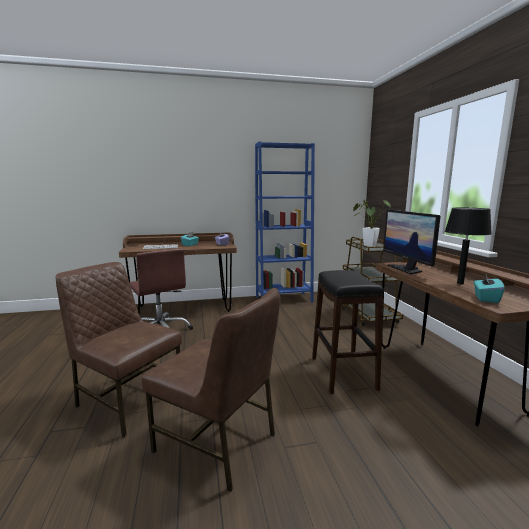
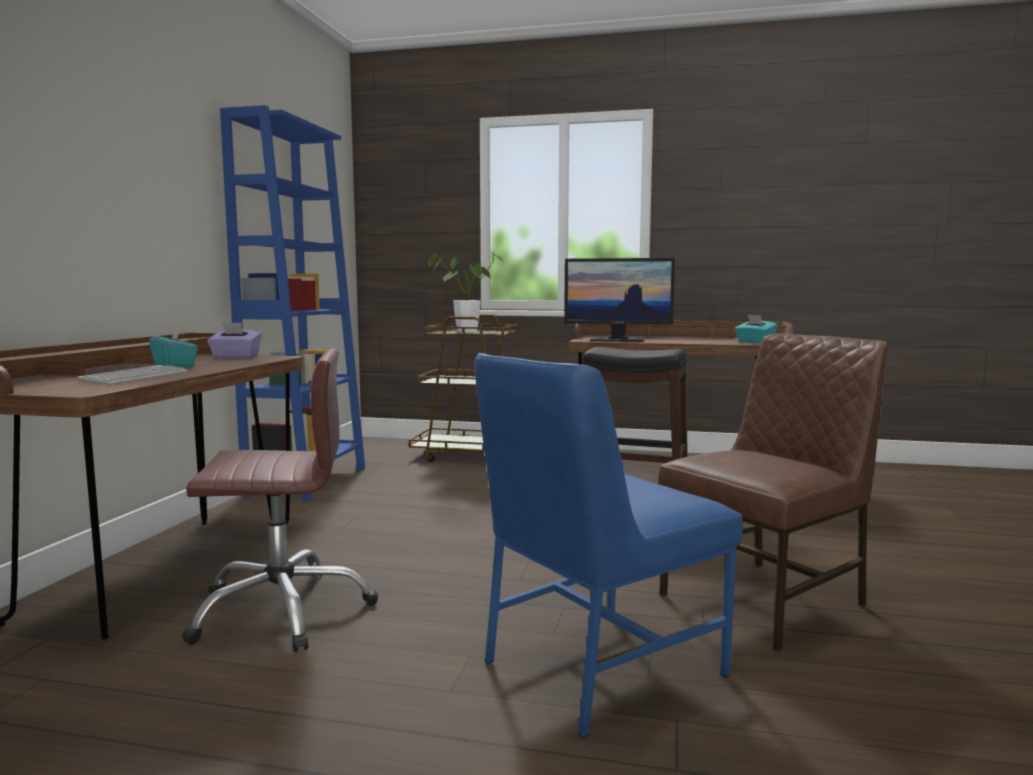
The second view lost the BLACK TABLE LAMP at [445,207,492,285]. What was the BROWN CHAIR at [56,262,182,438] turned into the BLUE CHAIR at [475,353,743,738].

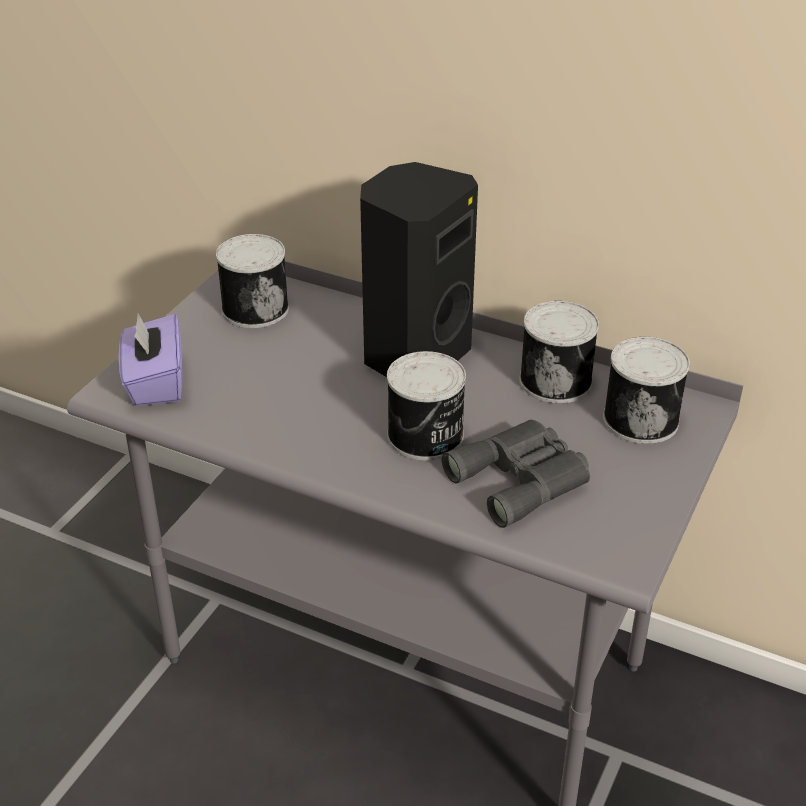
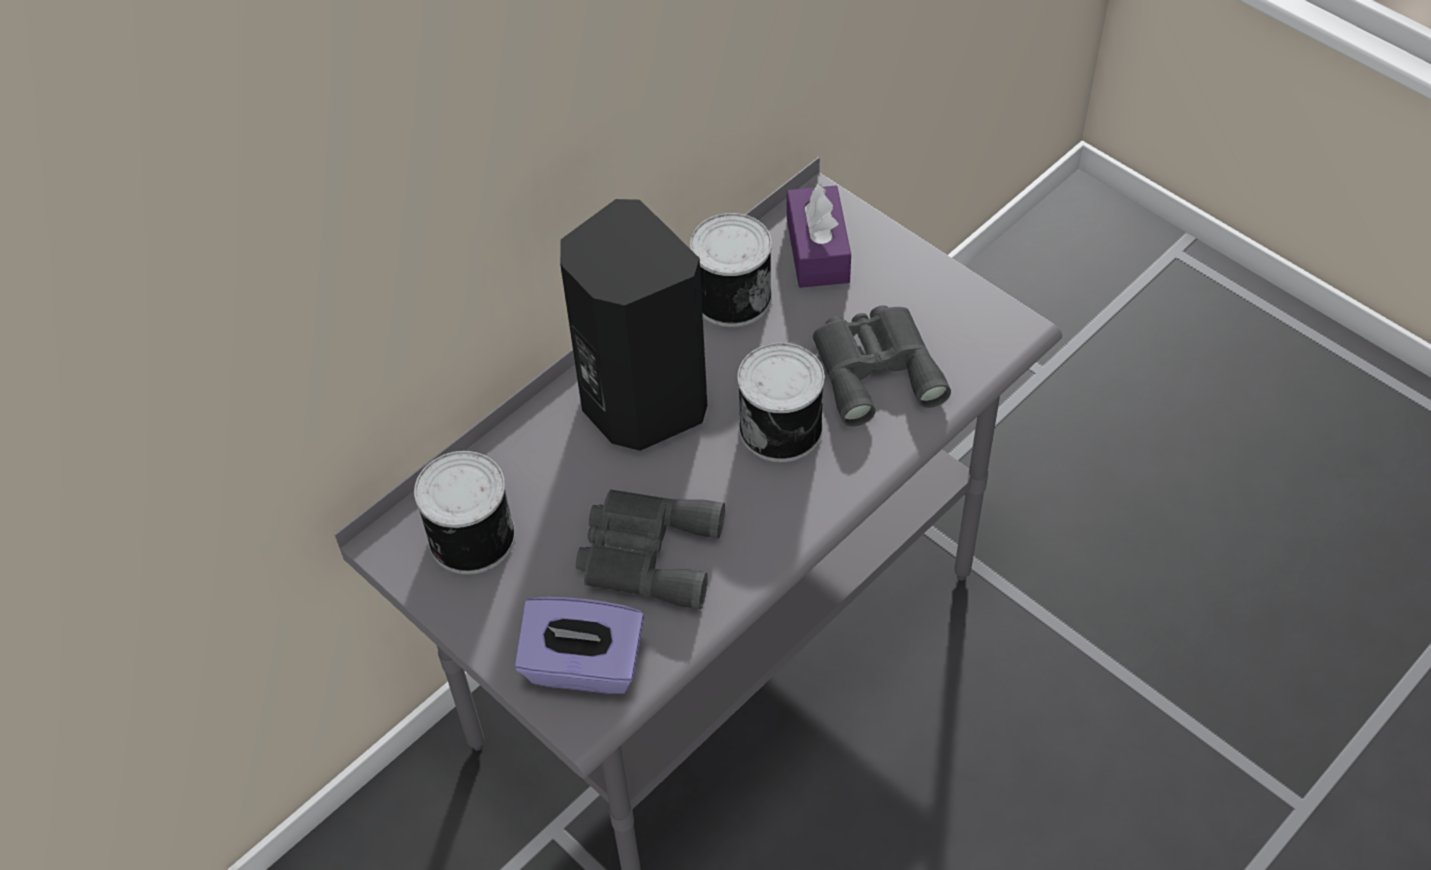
Where the CAN stood at [603,337,690,444], the PURPLE TISSUE BOX came to stand at [787,183,851,288]. The second view gained the GREY BINOCULARS at [576,489,725,609].

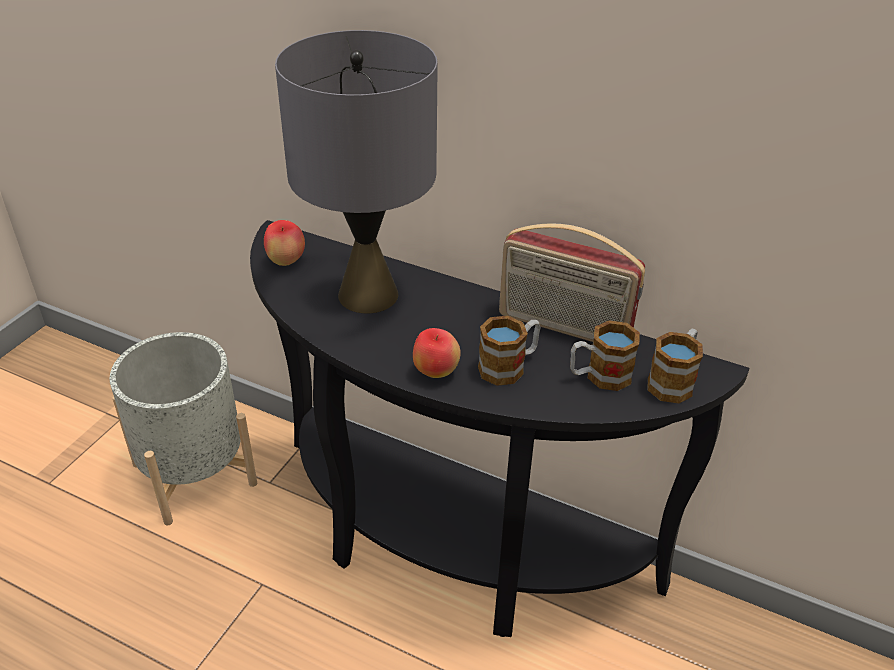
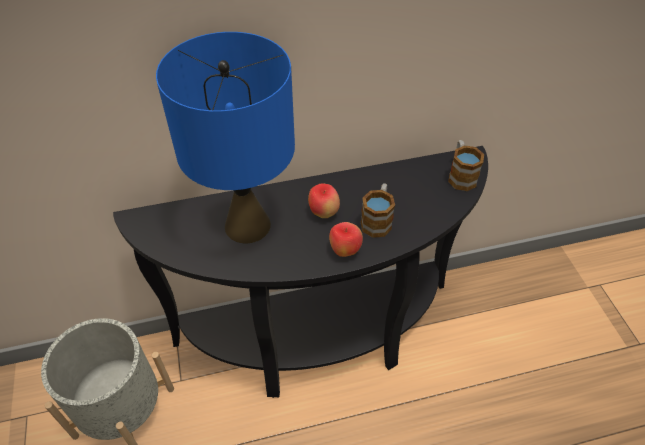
What was the GREY TABLE LAMP at [275,30,438,314] turned into the BLUE TABLE LAMP at [156,32,295,243]. The APPLE ended up elsewhere, having gone from [264,220,305,266] to [308,183,340,218]. The second view lost the RADIO at [499,223,645,342]. The second view lost the MUG at [570,320,640,391].

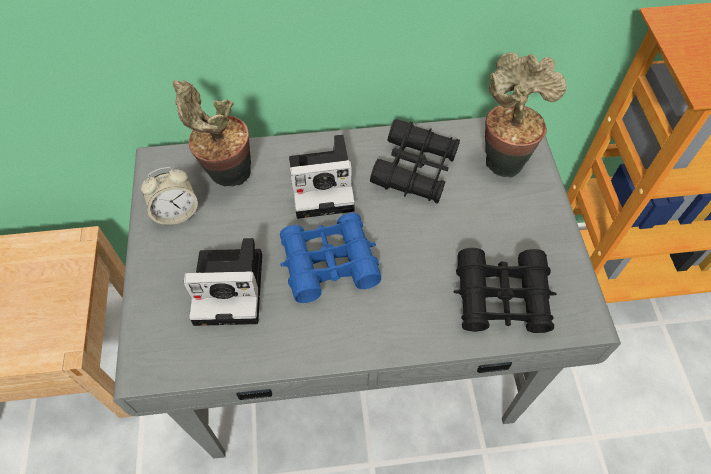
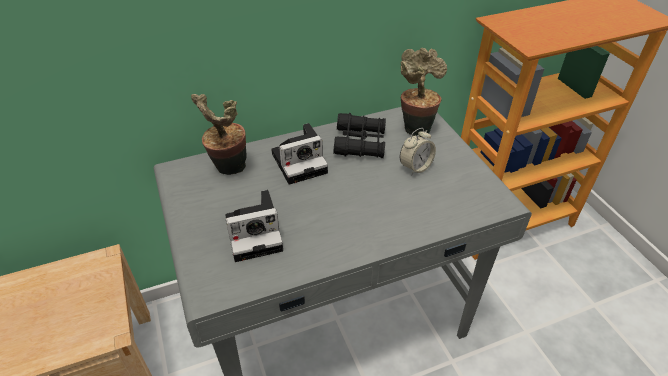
The ALARM CLOCK ended up elsewhere, having gone from [141,167,198,226] to [400,128,436,175]. The second view lost the BLUE BINOCULARS at [280,213,381,303]. The second view lost the BLACK BINOCULARS at [453,248,557,333].

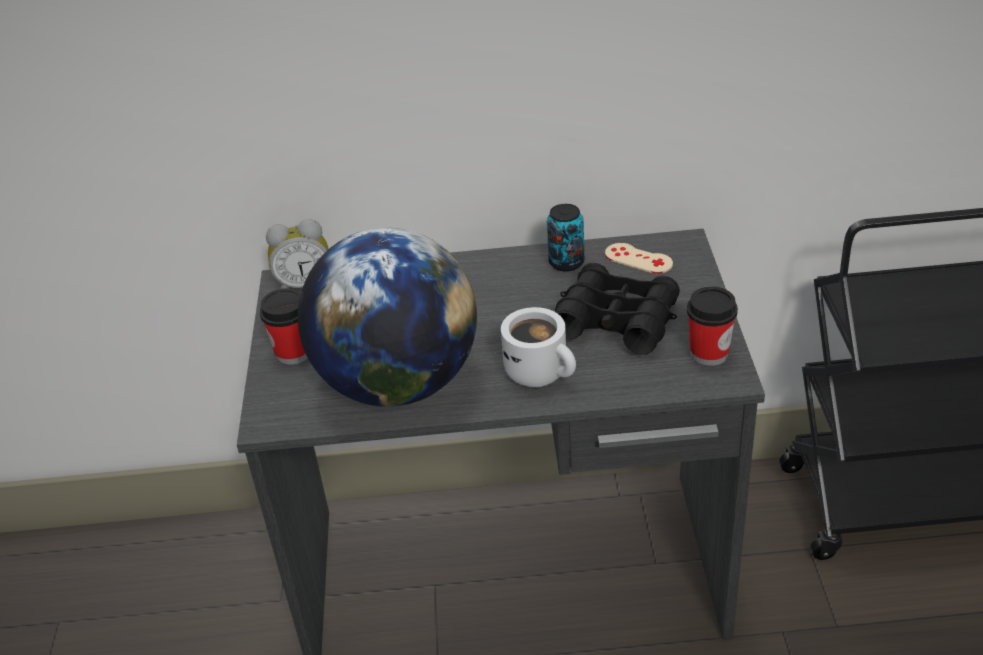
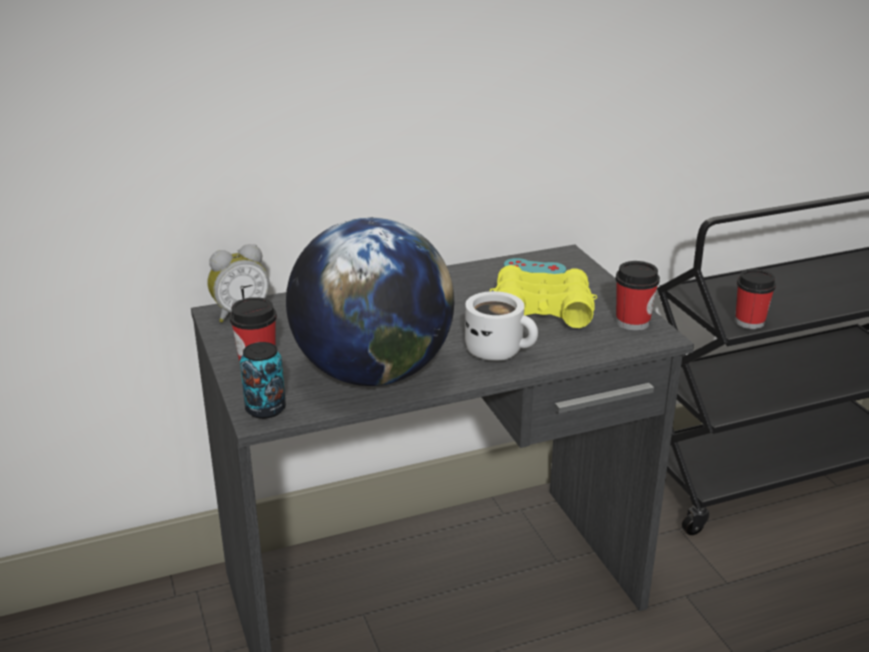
The CAN ended up elsewhere, having gone from [547,204,584,272] to [240,342,286,419]. What was the BEIGE GAME CONTROLLER at [605,243,673,274] turned into the TURQUOISE GAME CONTROLLER at [504,258,566,274]. What was the BLACK BINOCULARS at [555,263,680,355] turned into the YELLOW BINOCULARS at [490,265,597,328]. The second view gained the CUP at [735,269,776,329].

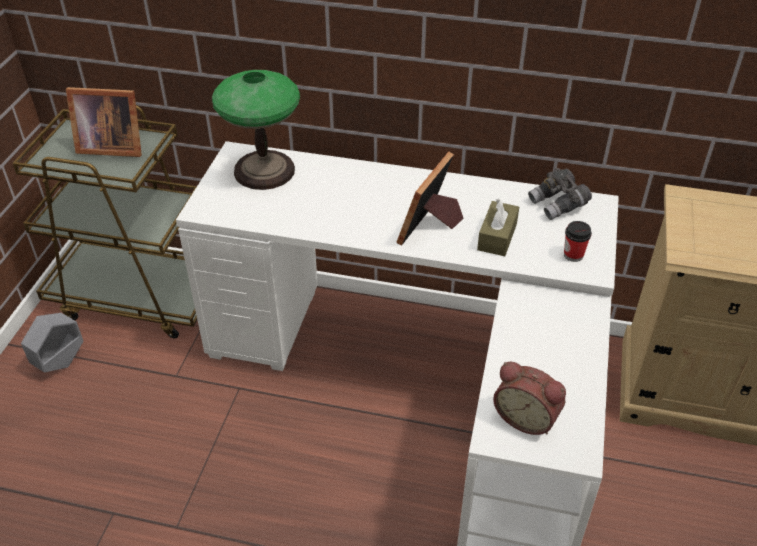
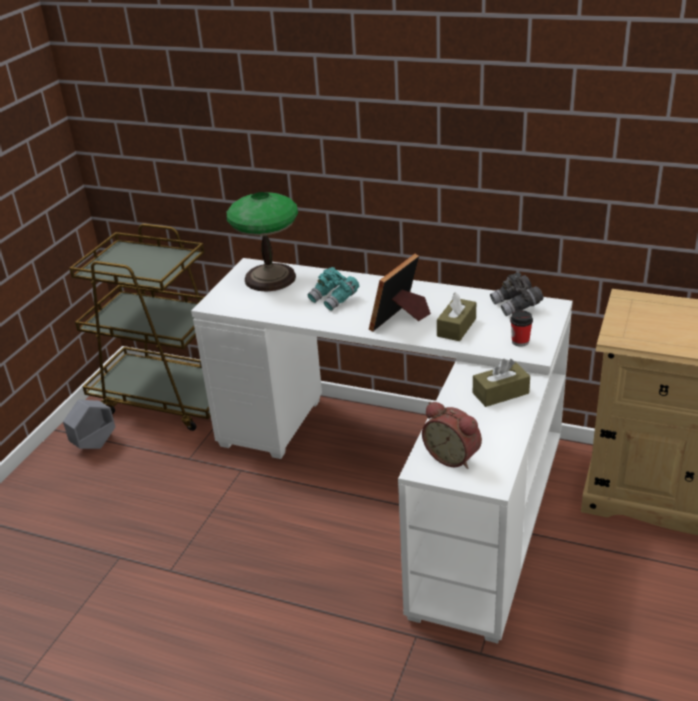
The second view lost the PICTURE FRAME at [66,87,142,157]. The second view gained the TURQUOISE BINOCULARS at [308,267,359,310]. The second view gained the BROWN TISSUE BOX at [473,359,530,407].

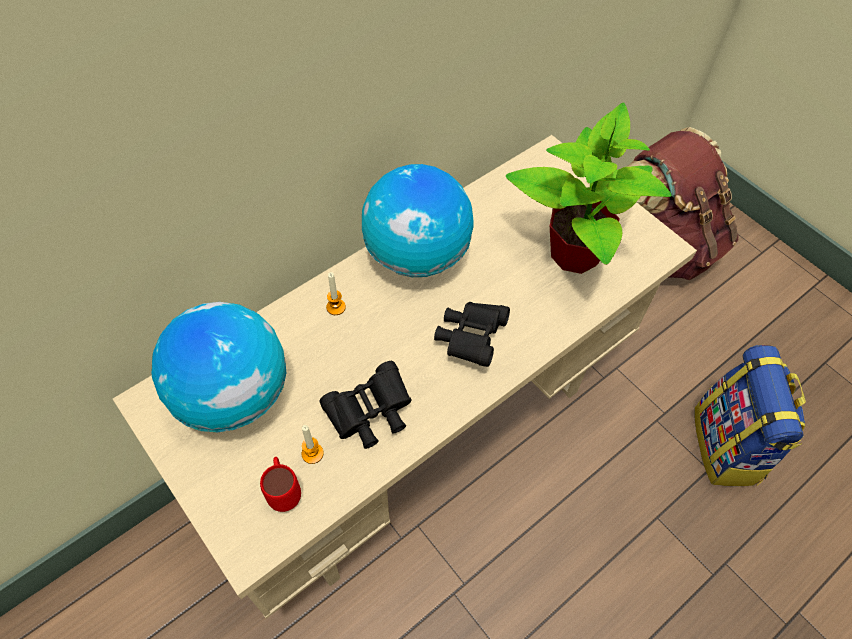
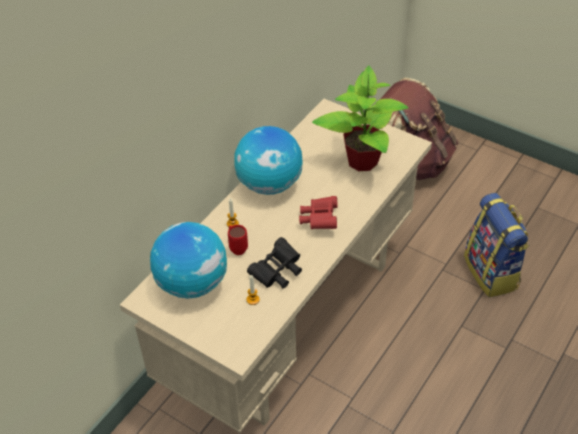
What was the BLACK BINOCULARS at [434,302,510,367] turned into the RED BINOCULARS at [299,196,338,229]. The RED MUG ended up elsewhere, having gone from [260,457,301,512] to [228,225,248,255].

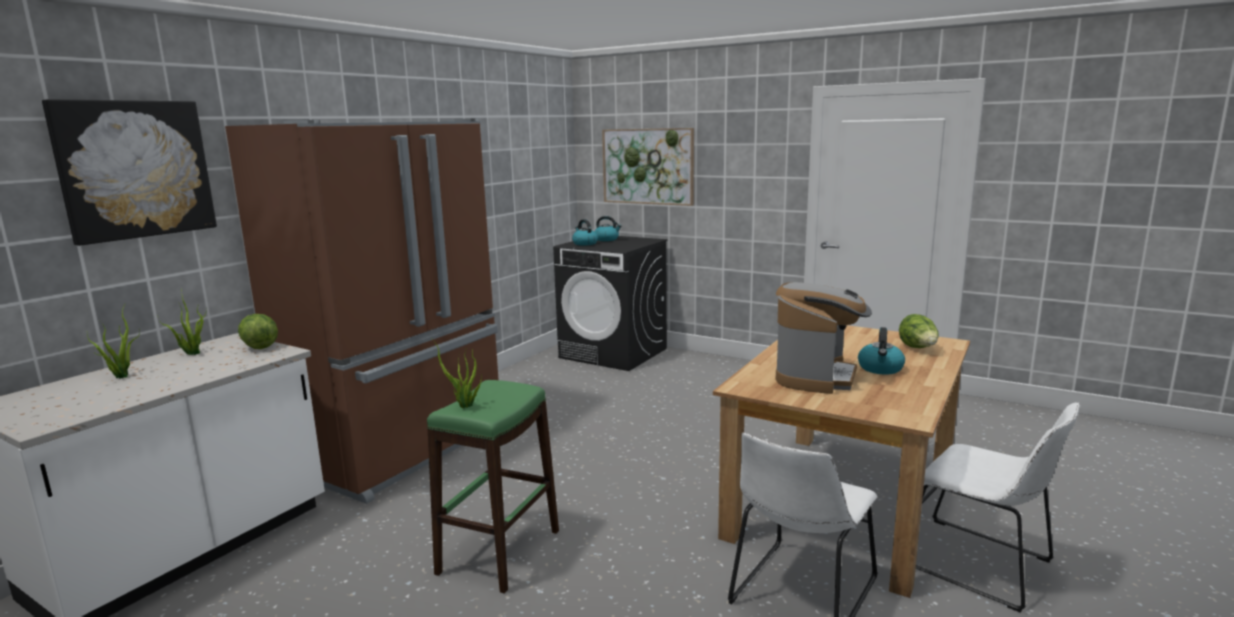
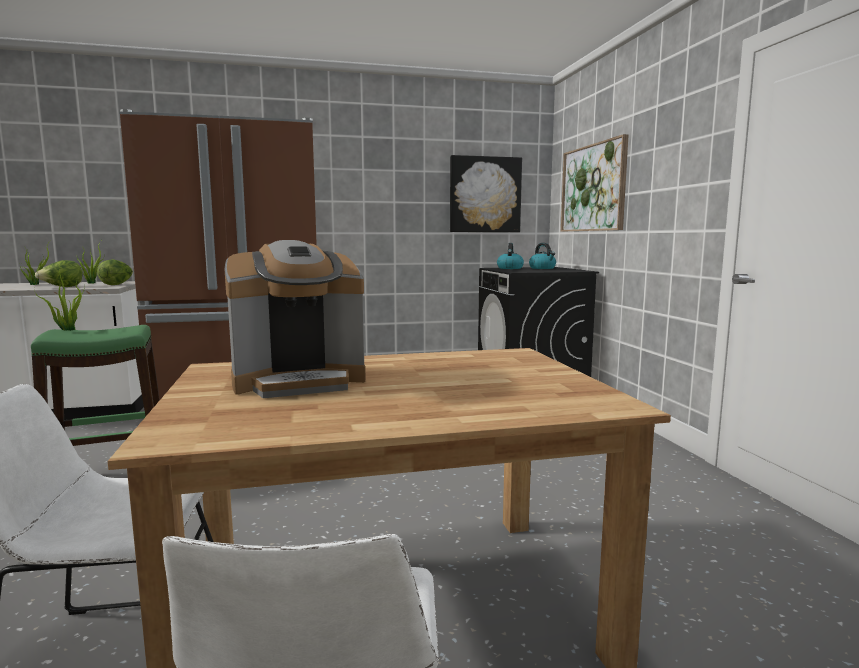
The PICTURE ended up elsewhere, having gone from [42,99,217,246] to [450,155,522,232]. The LETTUCE ended up elsewhere, having gone from [899,314,939,348] to [35,260,82,287]. The second view lost the KETTLE at [858,327,905,375].

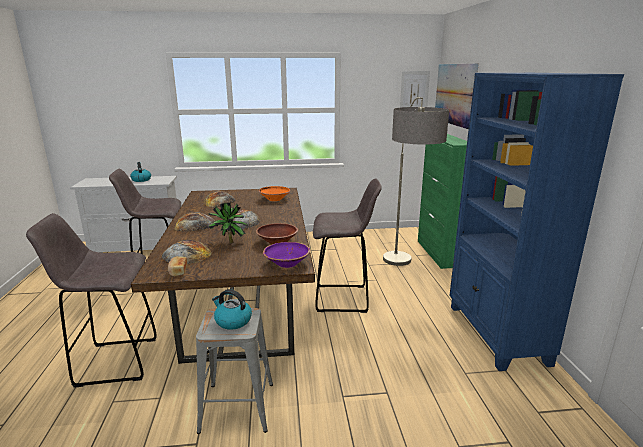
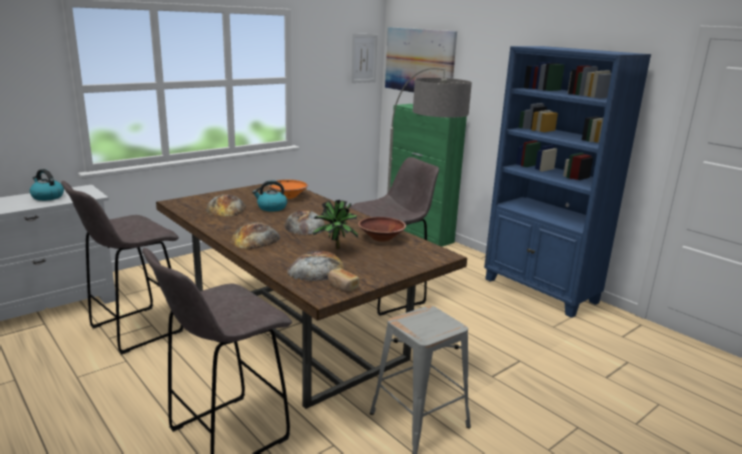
The second view lost the PURPLE BOWL at [263,242,310,268]. The KETTLE ended up elsewhere, having gone from [212,289,252,330] to [252,180,287,212].

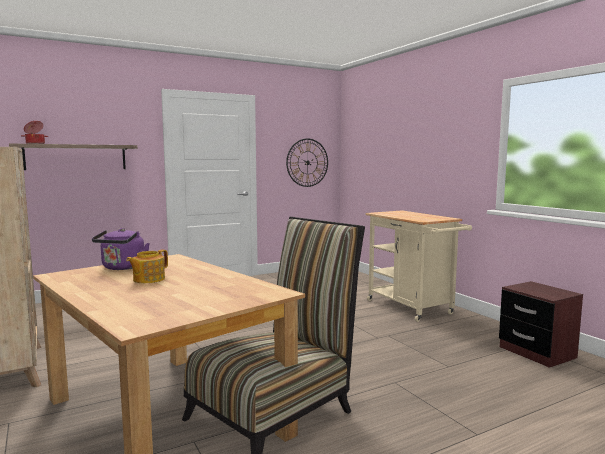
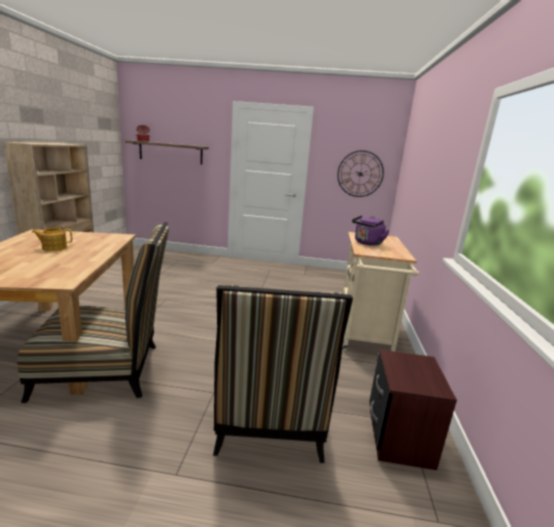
The PURPLE KETTLE ended up elsewhere, having gone from [92,228,150,270] to [352,215,390,245]. The second view gained the CHAIR at [213,285,353,463].

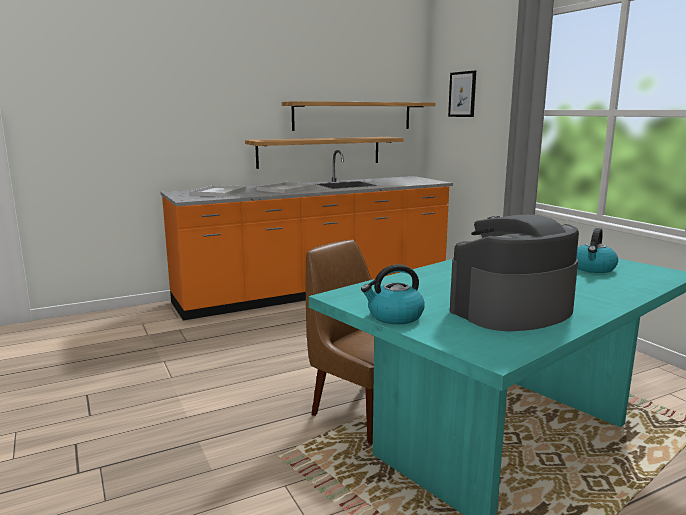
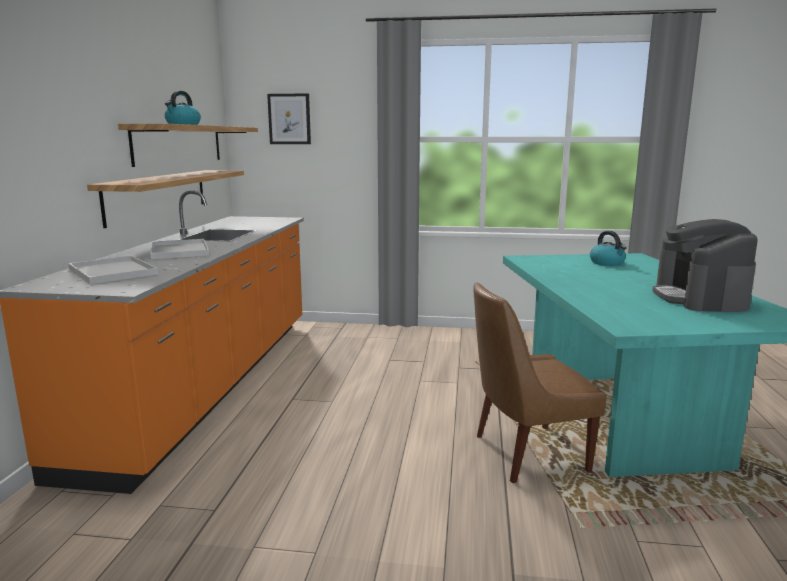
The KETTLE ended up elsewhere, having gone from [361,264,425,324] to [165,91,201,125].

